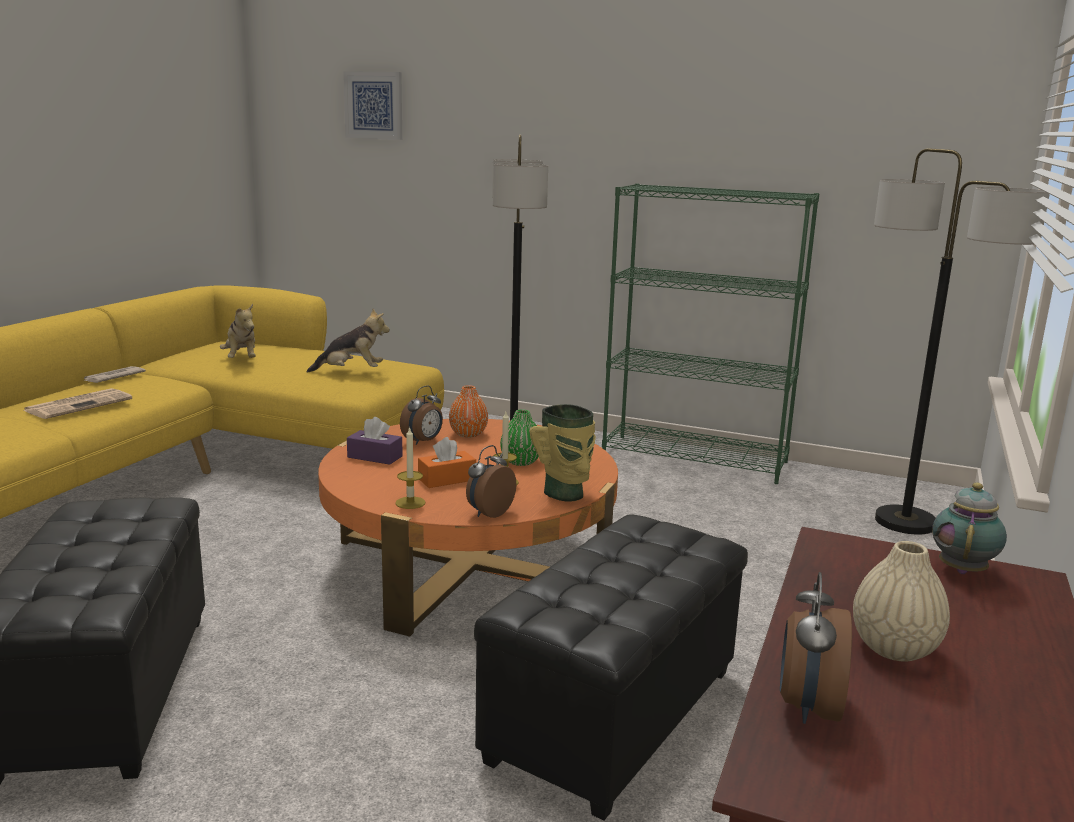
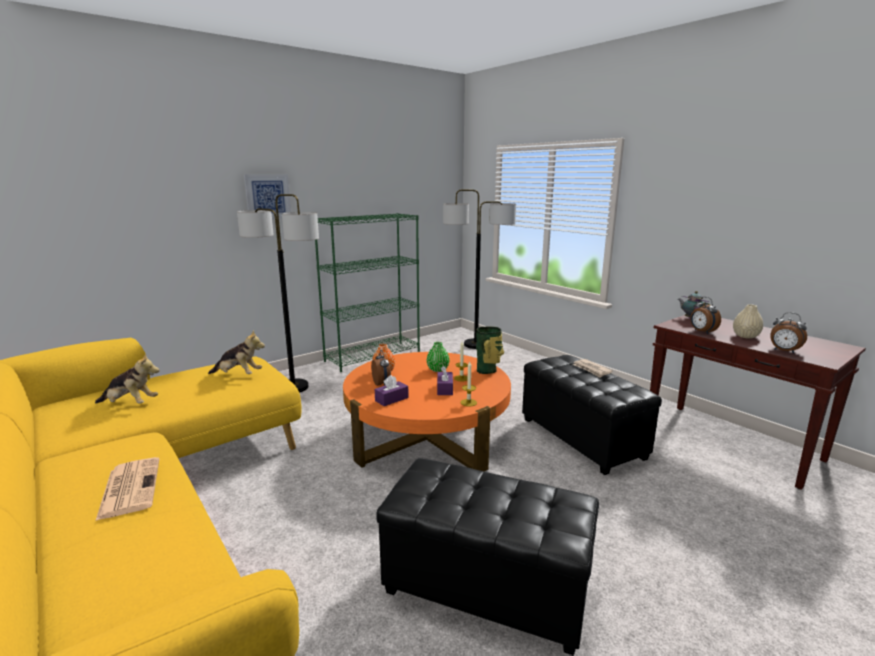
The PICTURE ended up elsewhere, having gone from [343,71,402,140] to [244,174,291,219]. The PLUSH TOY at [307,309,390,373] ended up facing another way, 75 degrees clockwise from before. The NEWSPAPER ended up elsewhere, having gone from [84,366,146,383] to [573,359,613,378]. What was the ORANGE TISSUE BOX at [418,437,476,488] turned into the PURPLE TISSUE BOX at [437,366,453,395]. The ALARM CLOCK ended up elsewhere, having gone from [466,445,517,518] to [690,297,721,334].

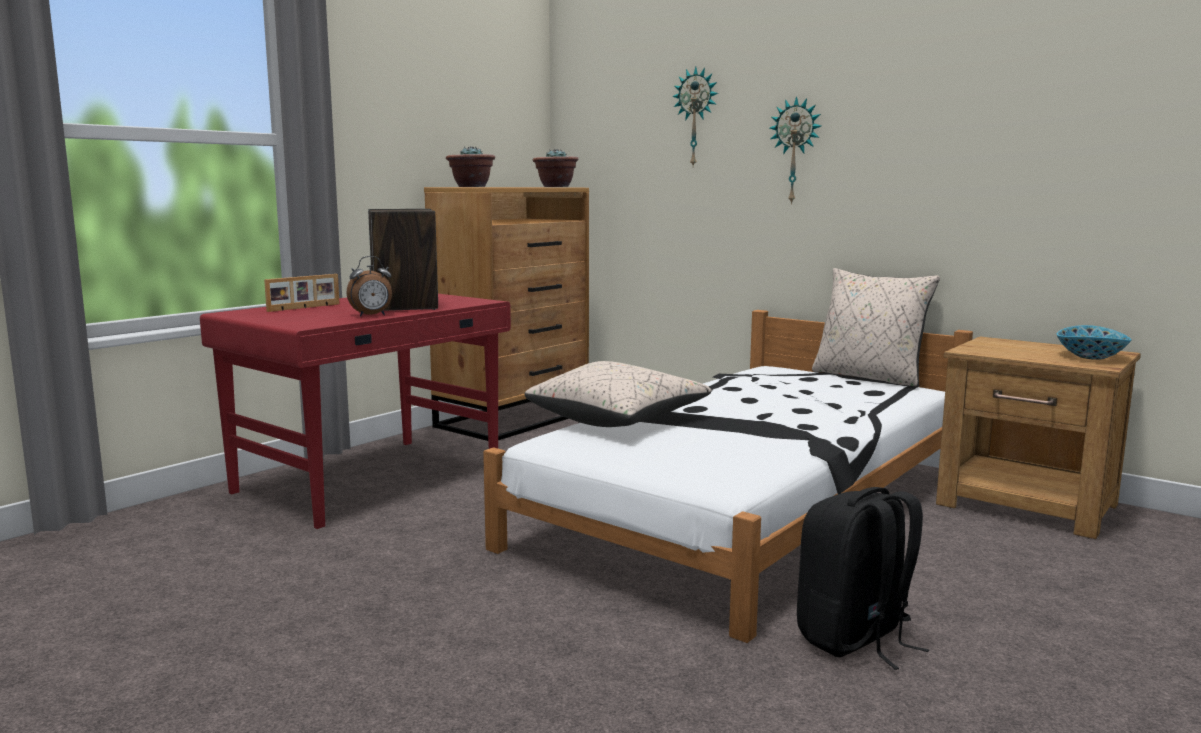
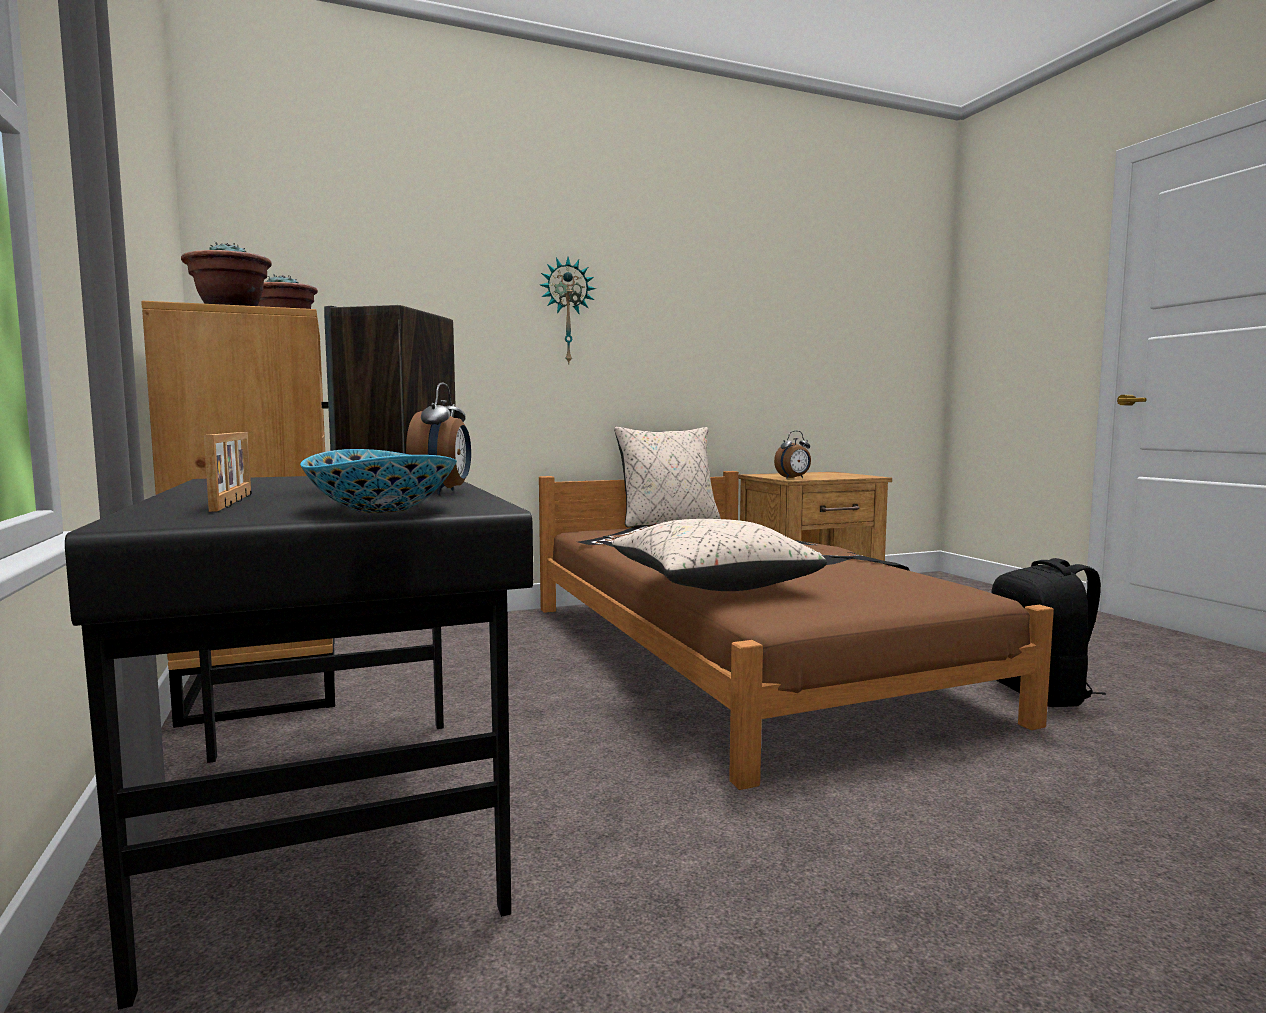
The second view lost the WALL CLOCK at [672,67,718,167]. What was the RED DESK at [200,294,511,529] turned into the BLACK DESK at [65,476,533,1010]. What was the WHITE BED at [483,310,973,643] turned into the BROWN BED at [539,471,1054,790]. The BOWL ended up elsewhere, having gone from [1057,325,1131,360] to [300,449,457,513]. The second view gained the ALARM CLOCK at [774,431,811,479].

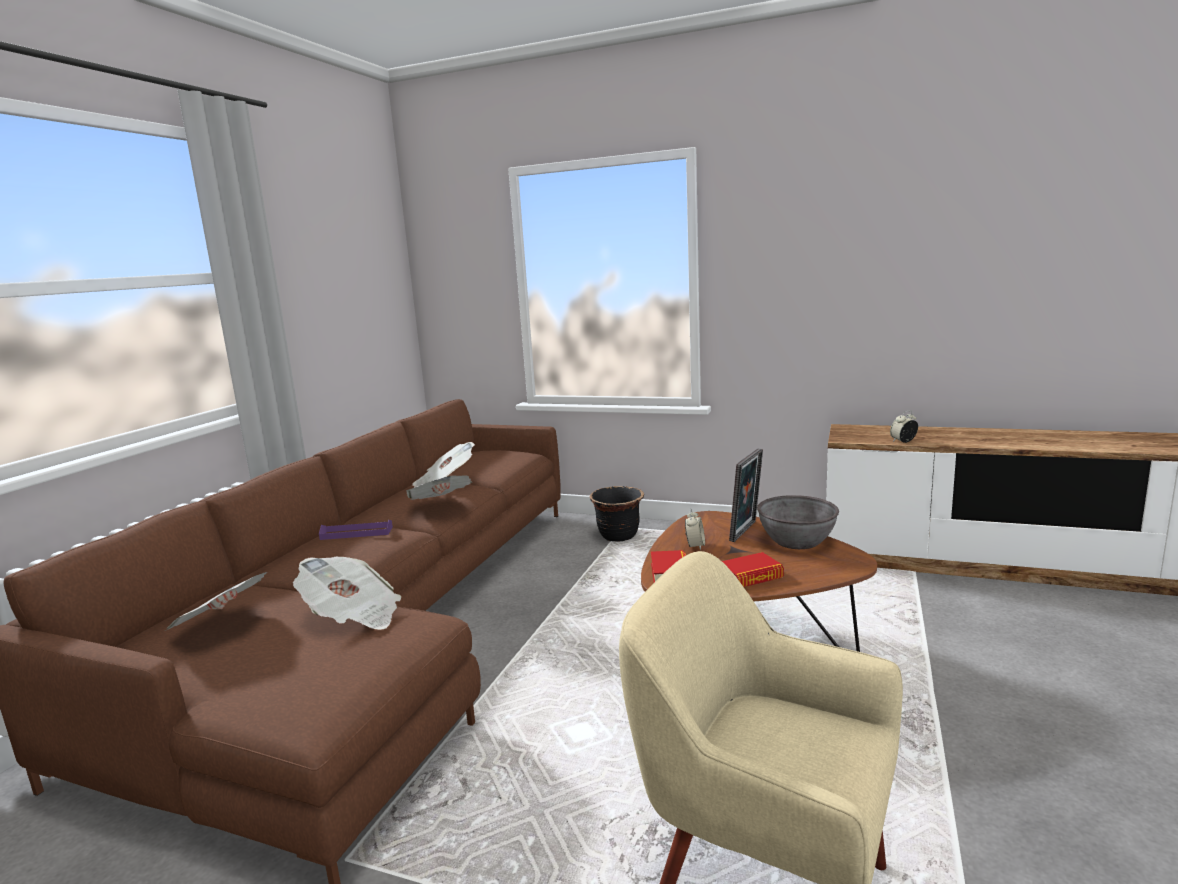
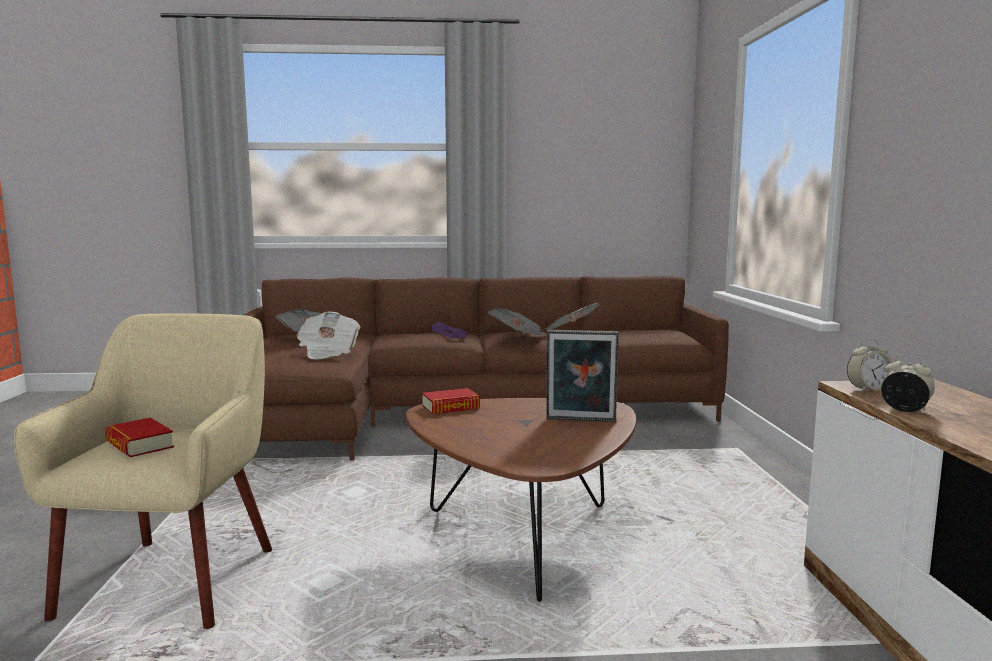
The second view lost the BLACK PLANTER at [590,486,644,542]. The second view lost the GREY BOWL at [757,495,839,549]. The ALARM CLOCK ended up elsewhere, having gone from [685,509,705,550] to [847,338,892,392]. The BOOK ended up elsewhere, having gone from [722,552,784,587] to [105,418,174,457].

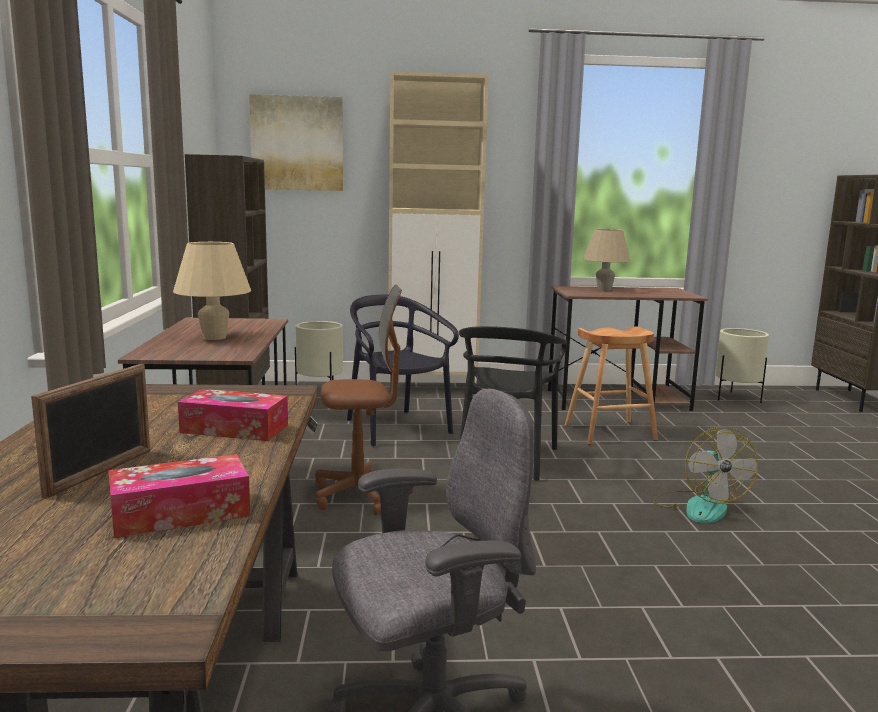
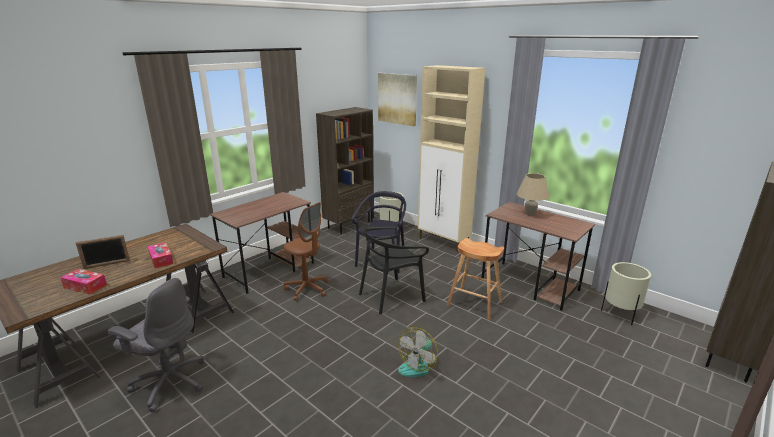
The second view lost the BEIGE TABLE LAMP at [173,242,251,340].

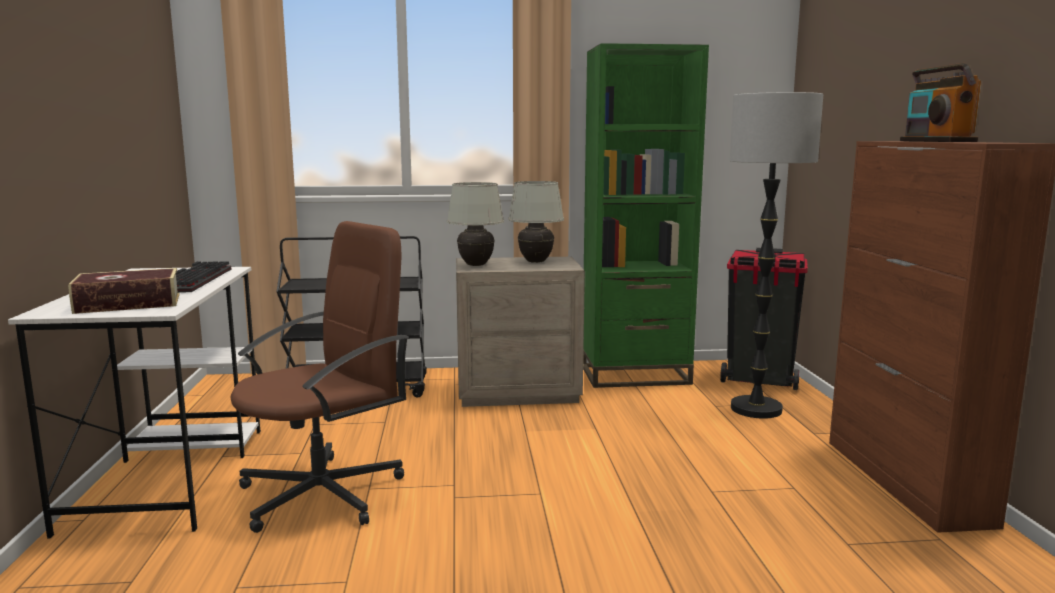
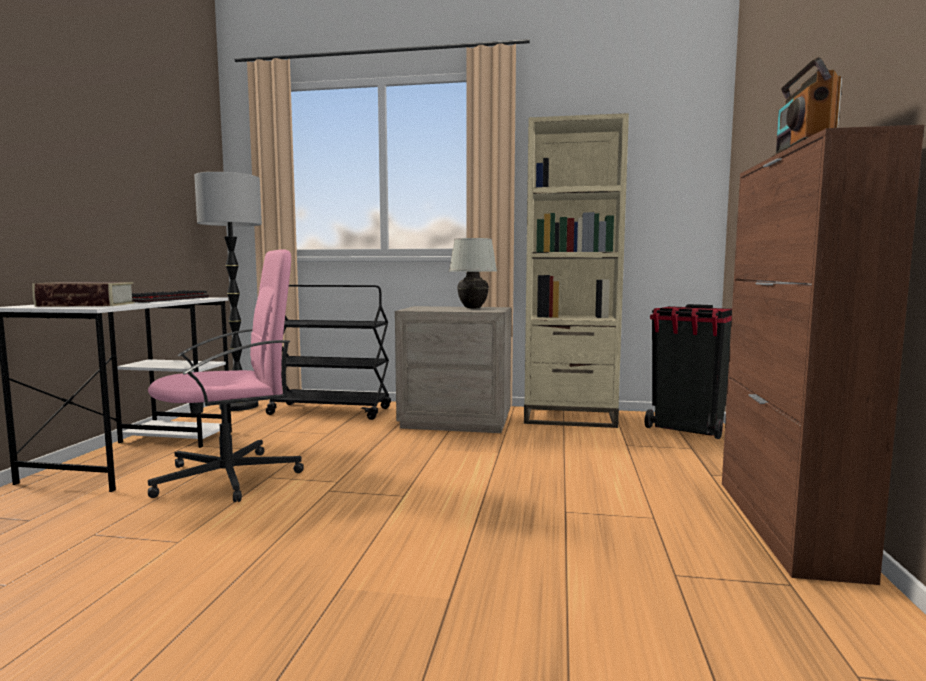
What was the GREEN BOOKCASE at [583,43,709,388] turned into the BEIGE BOOKCASE at [524,113,629,428]. The FLOOR LAMP ended up elsewhere, having gone from [730,92,823,419] to [194,172,262,411]. The second view lost the WHITE TABLE LAMP at [447,182,504,266]. What was the BROWN OFFICE CHAIR at [230,221,409,533] turned into the PINK OFFICE CHAIR at [148,250,304,502].

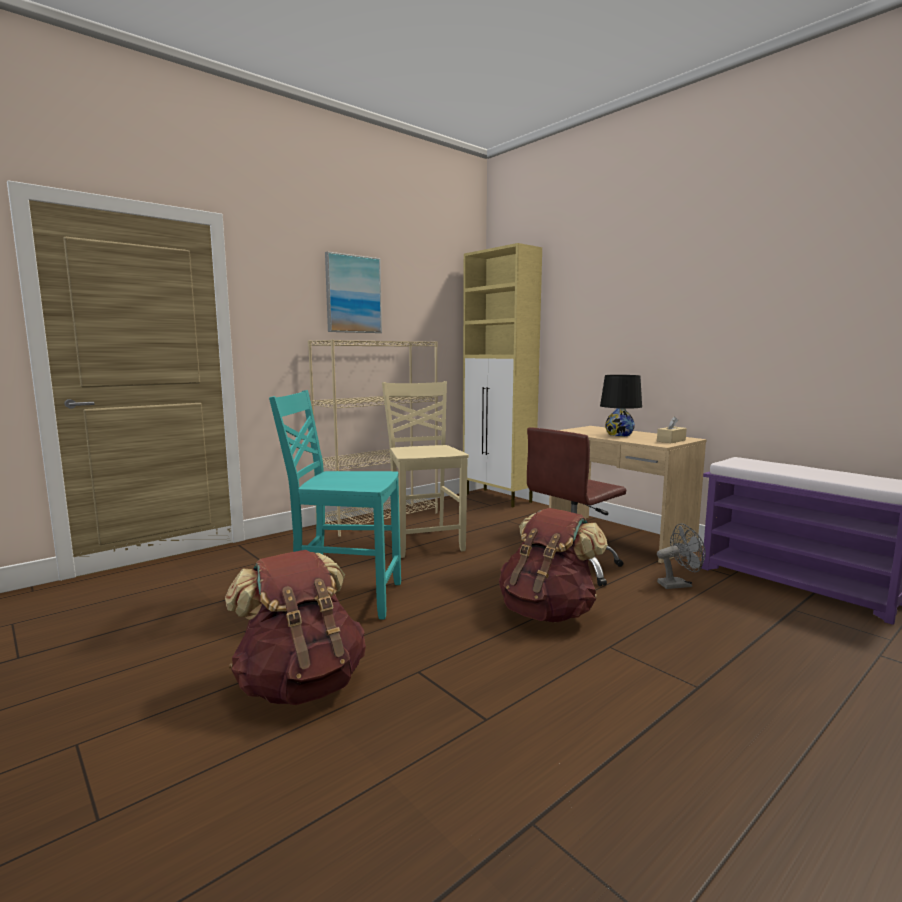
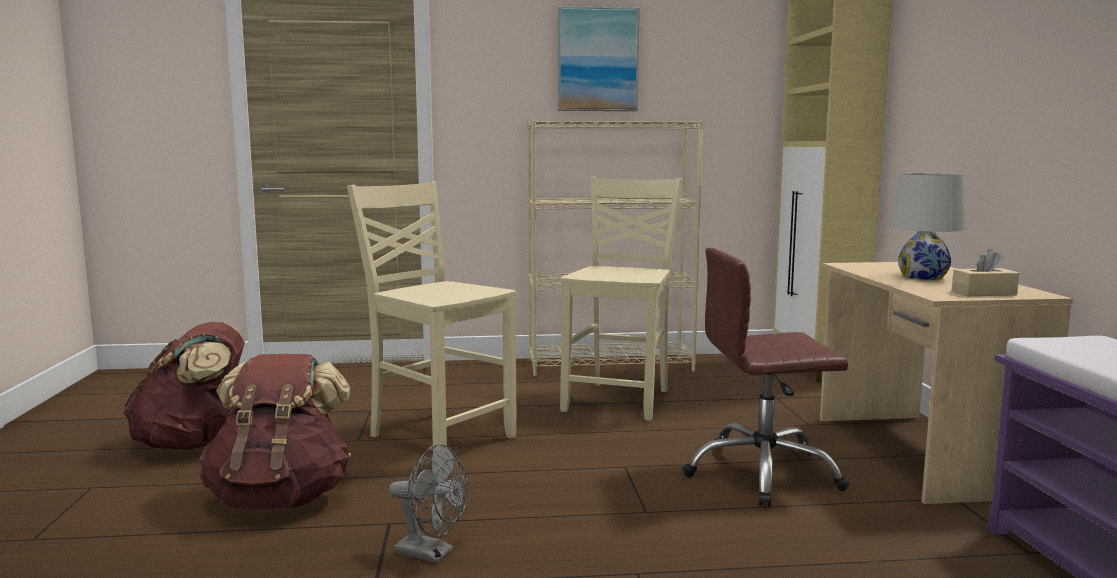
What was the BLACK TABLE LAMP at [600,375,642,436] turned into the WHITE TABLE LAMP at [890,173,966,280]. What was the TURQUOISE CHAIR at [269,390,401,619] turned into the BEIGE CHAIR at [347,181,517,452]. The BROWN BACKPACK ended up elsewhere, having gone from [499,508,608,623] to [123,322,245,450]. The GREY FAN ended up elsewhere, having gone from [657,524,705,589] to [388,444,469,563].

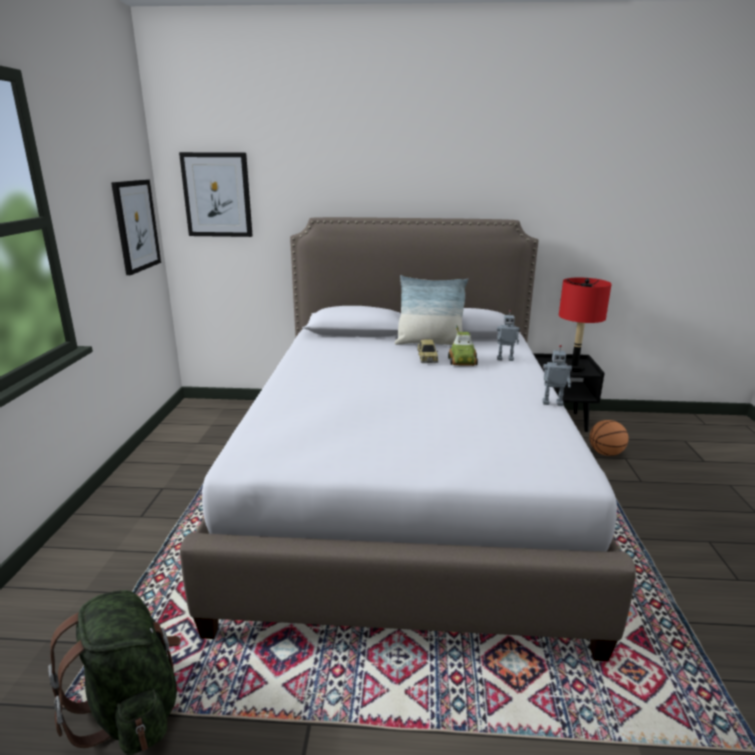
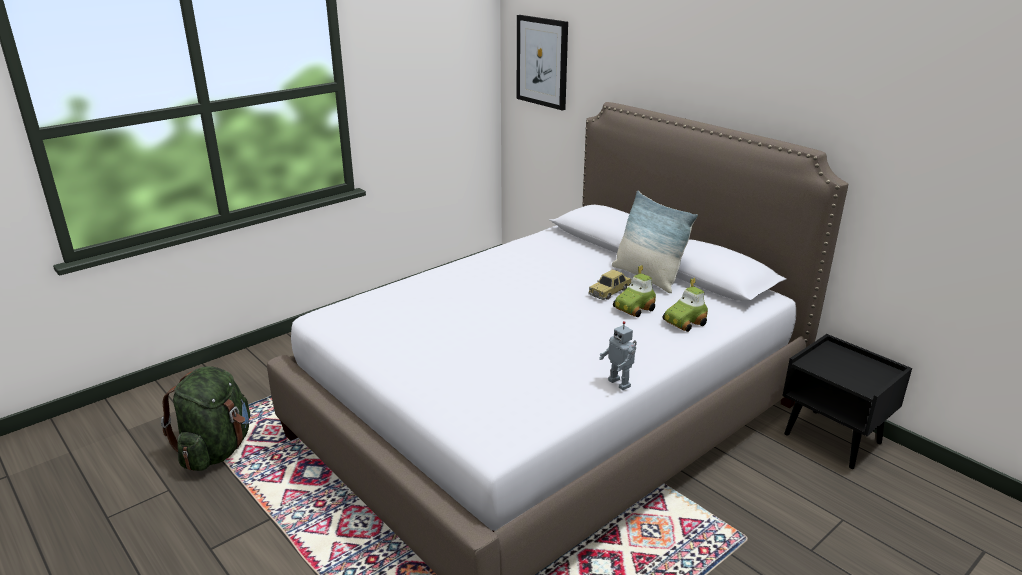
The second view lost the PICTURE at [111,180,161,275]. The second view lost the RED TABLE LAMP at [559,278,612,372]. Where the TOY ROBOT stood at [497,310,520,361], the TOY CAR came to stand at [662,278,708,332]. The second view lost the BASKETBALL at [589,420,629,456].

